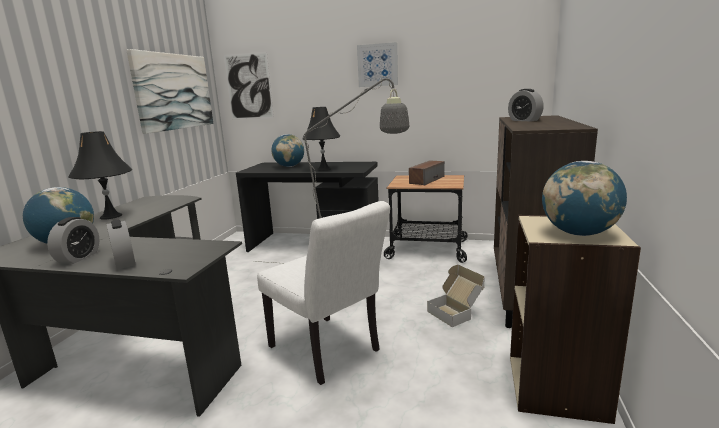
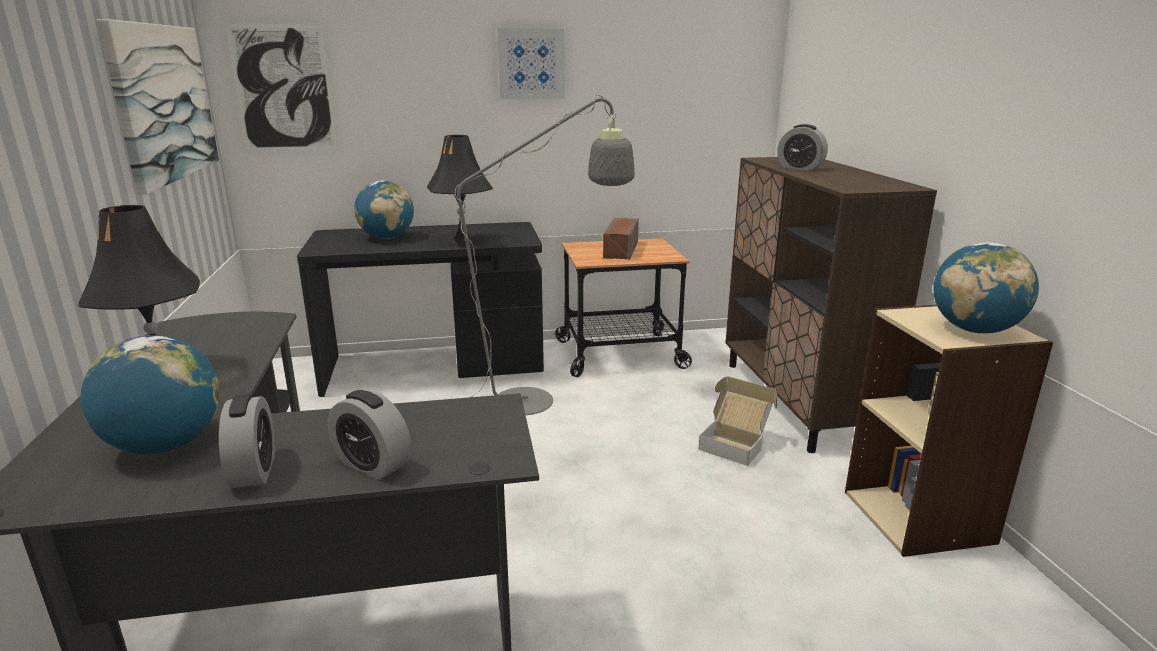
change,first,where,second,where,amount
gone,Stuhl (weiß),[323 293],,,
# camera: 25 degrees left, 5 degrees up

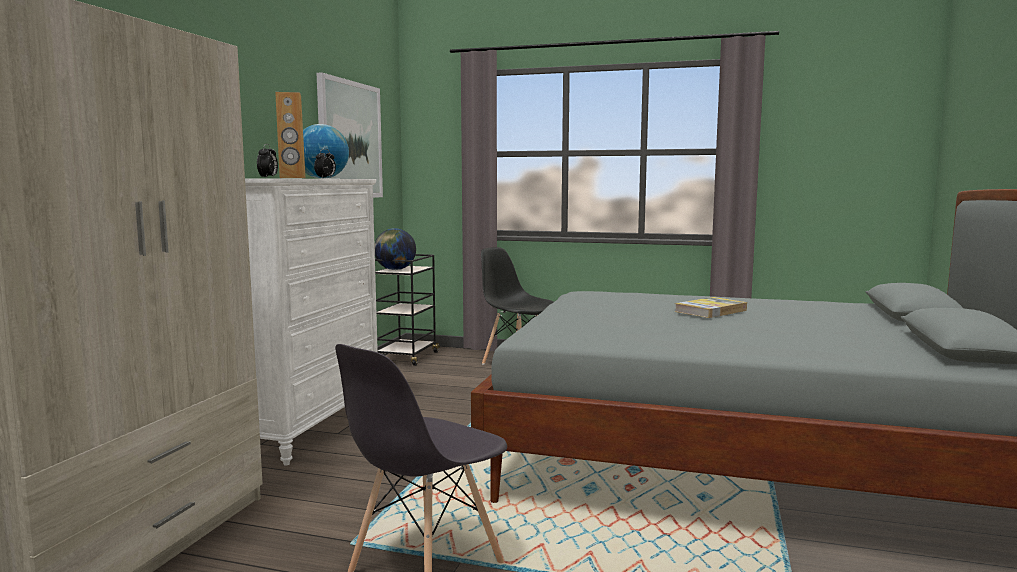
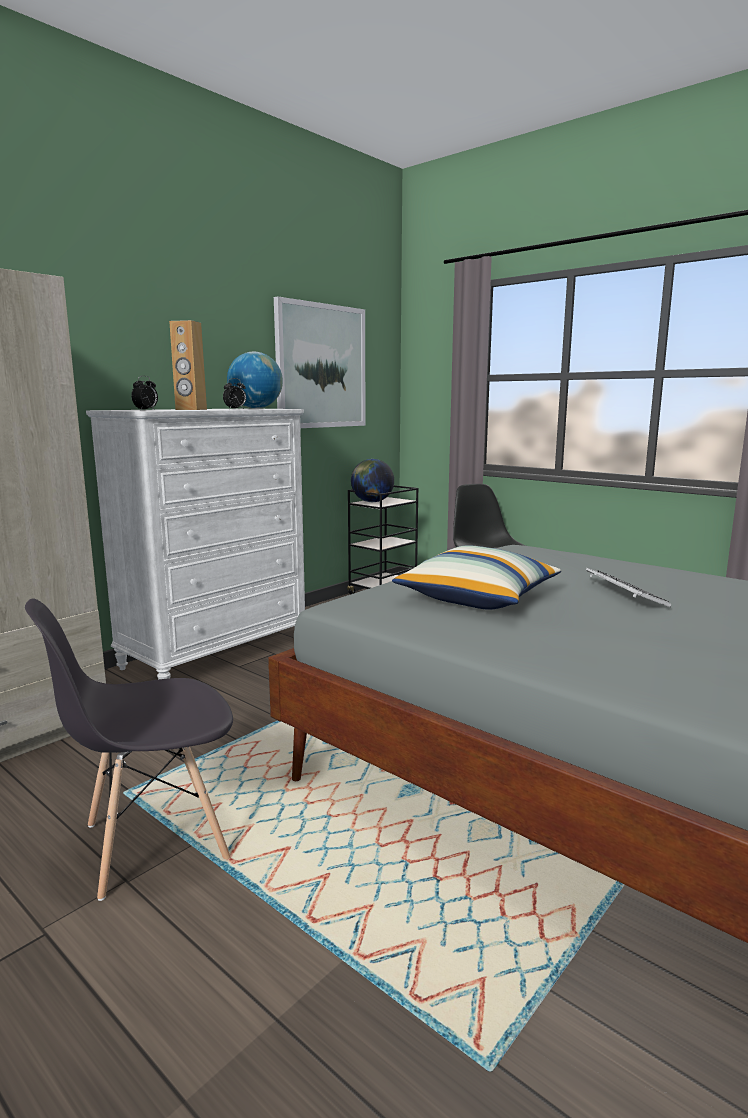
change,first,where,second,where,amount
new,,,Kissen,[476 577],
swapped,Buch,[711 307],Tastatur,[628 587],
# camera: 25 degrees right, 5 degrees up

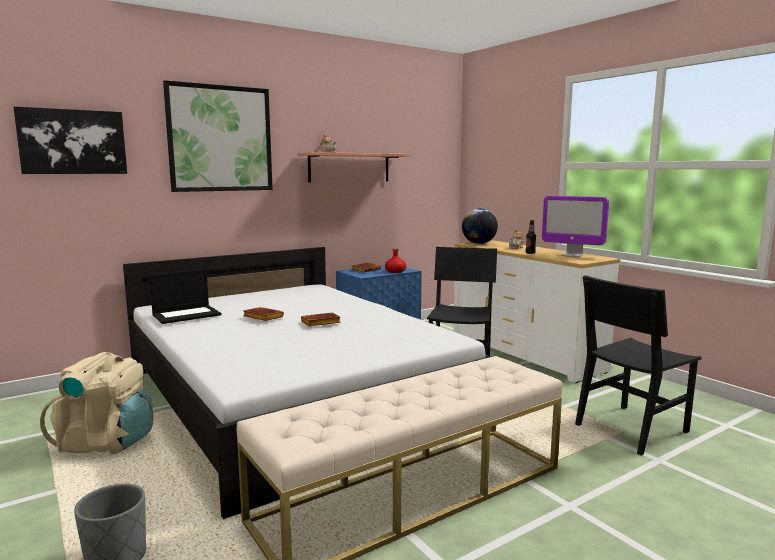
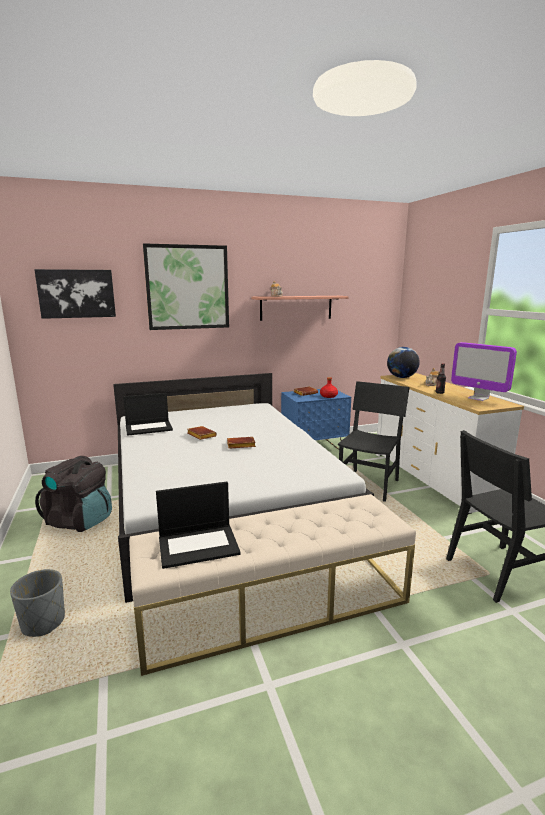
change,first,where,second,where,amount
new,,,Laptop,[198 525],
repainted,Rucksack (beige),[96 403],Rucksack (schwarz),[73 494],
# camera: 15 degrees right, 5 degrees up

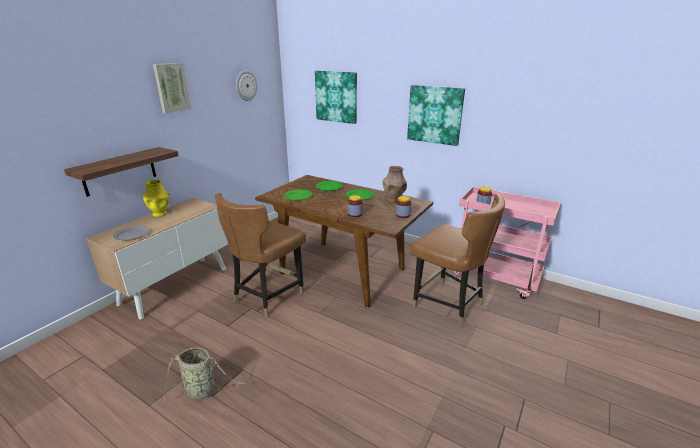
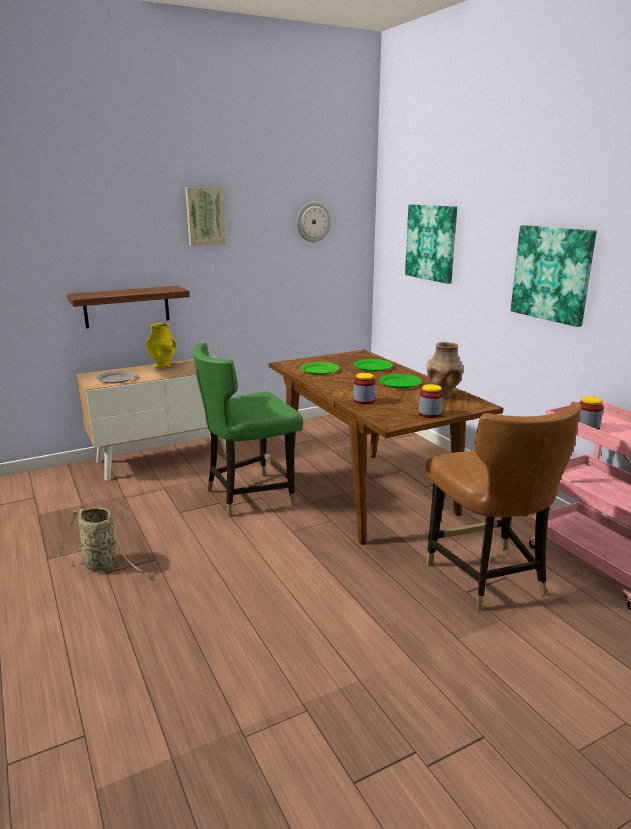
change,first,where,second,where,amount
repainted,Stuhl (braun),[260 255],Stuhl (grün),[247 429],
# camera: 30 degrees right, 5 degrees down

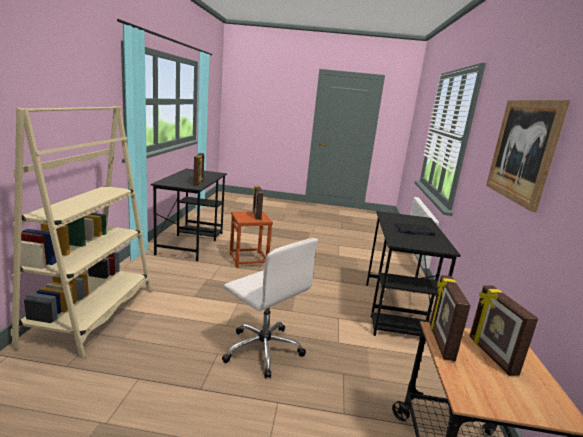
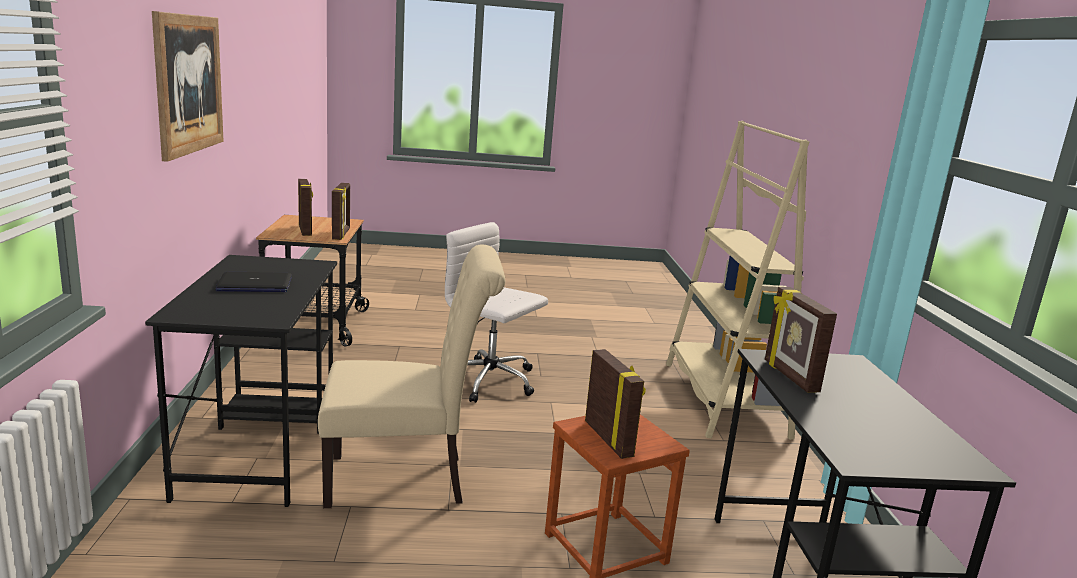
change,first,where,second,where,amount
new,,,Stuhl (beige),[411 376],
# camera: 170 degrees right, 0 degrees up

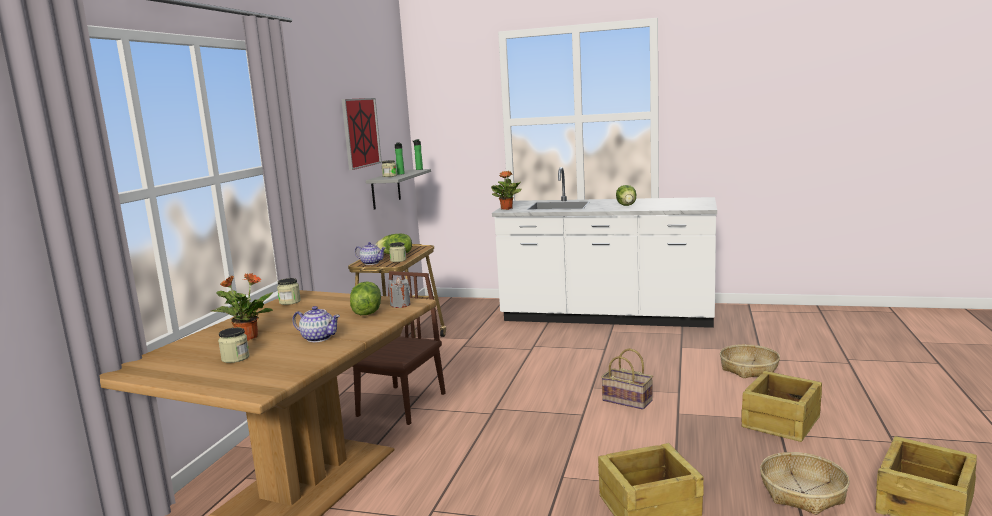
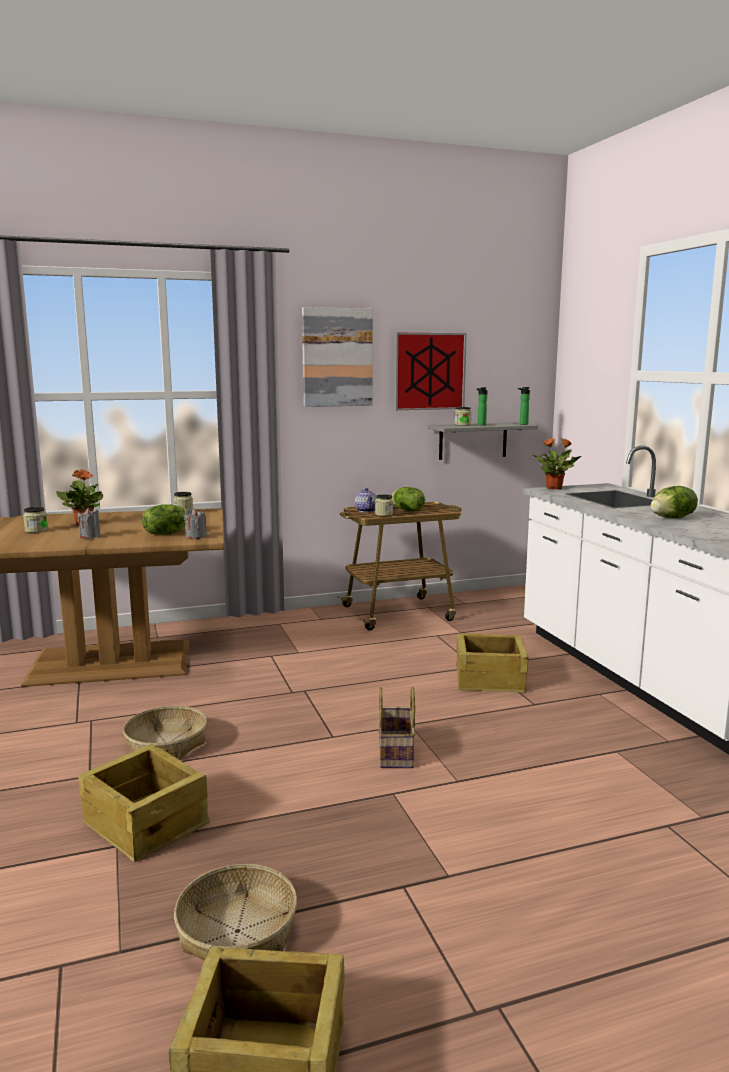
change,first,where,second,where,amount
gone,Stuhl (braun),[399 348],,,
new,,,Bild,[337 357],
shifted,Korb,[750 361],,[165 733],
shifted,Kiste,[781 406],,[492 663],
swapped,Teekanne,[316 324],Kerze (grau),[89 523],
# camera: 55 degrees right, 0 degrees up

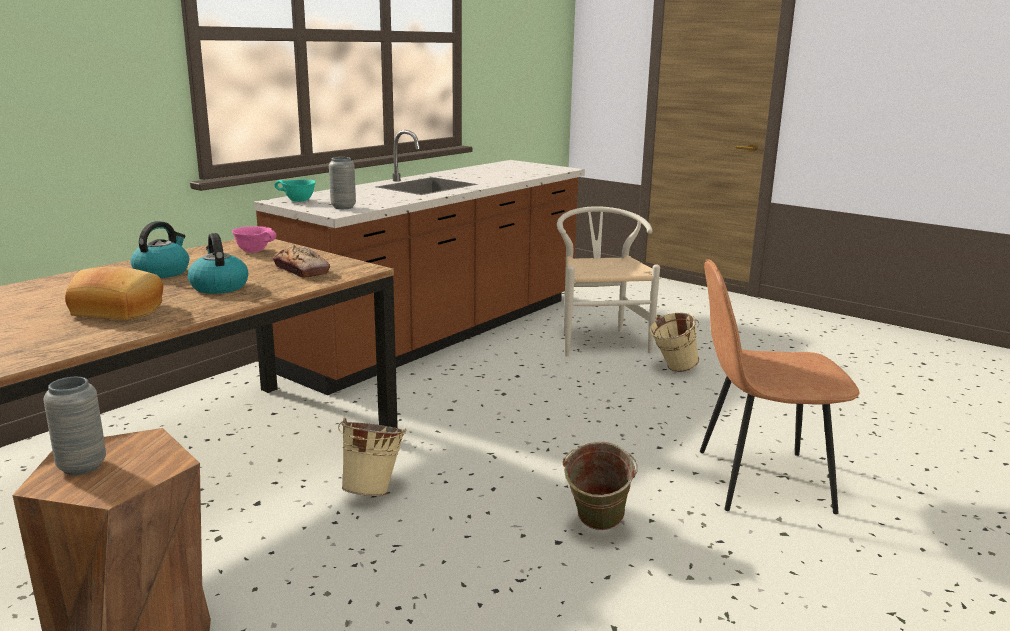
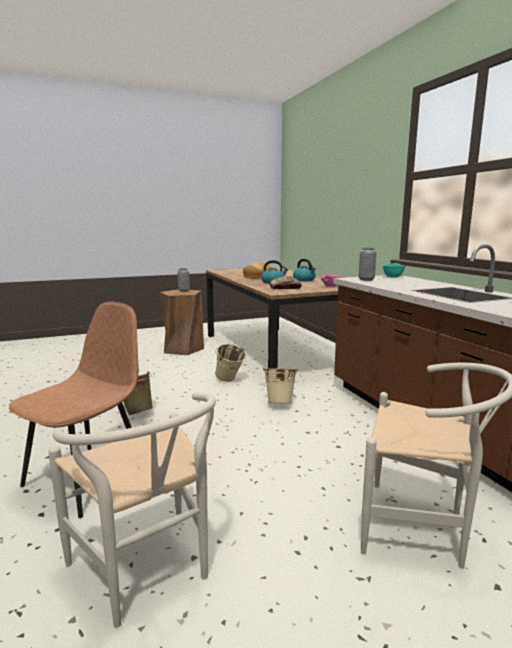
change,first,where,second,where,amount
new,,,Stuhl (weiß),[132 510],
shifted,Eimer (beige),[675 342],,[280 385],
# camera: 120 degrees right, 5 degrees down

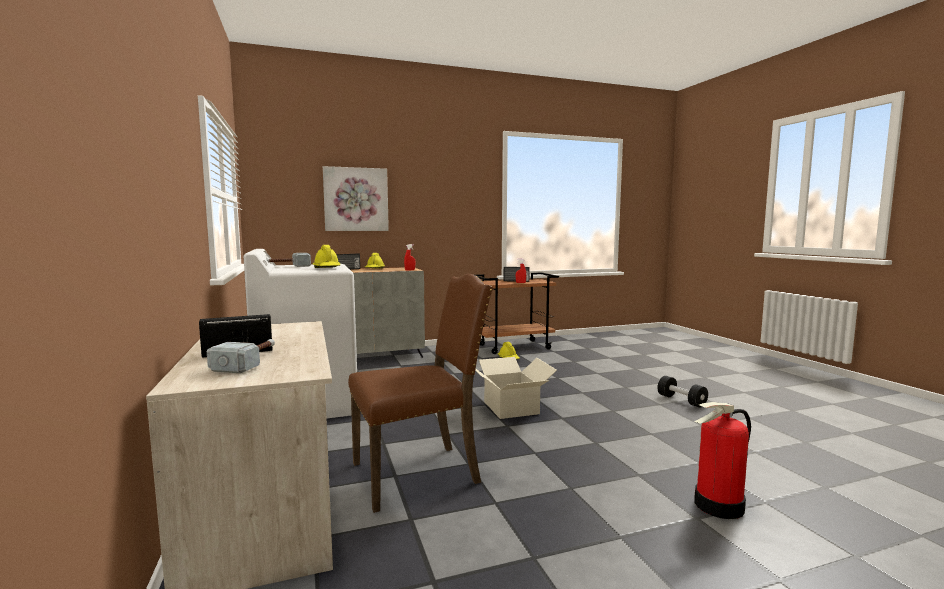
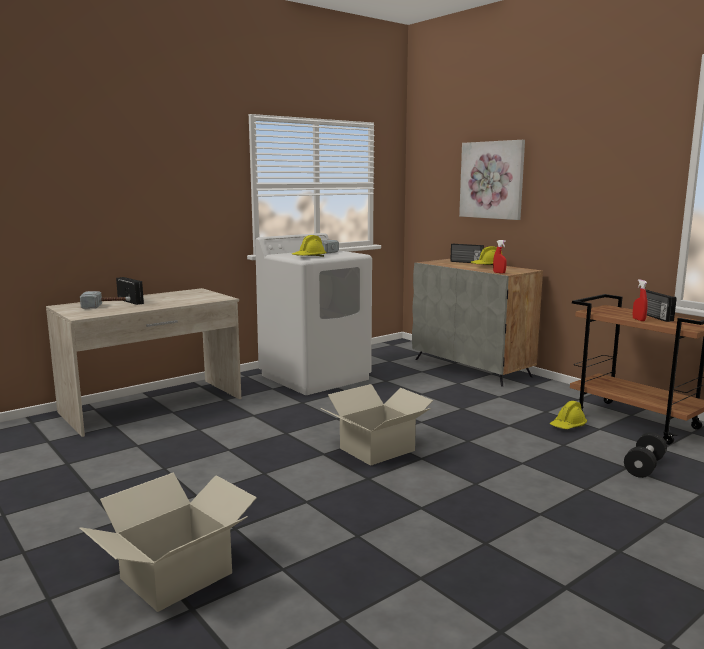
change,first,where,second,where,amount
gone,Stuhl (braun),[420 393],,,
shifted,Hantel (schwarz),[682 392],,[645 455],
swapped,Feuerlöscher,[722 460],Karton,[168 542],
# camera: 70 degrees right, 5 degrees up

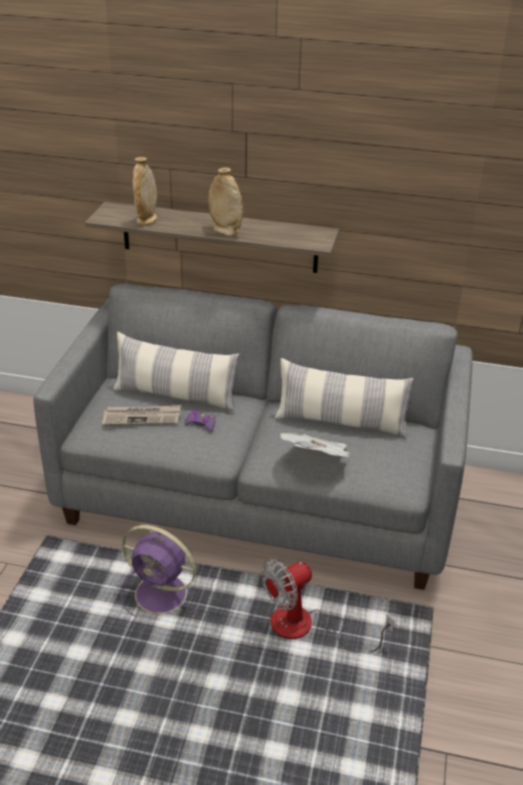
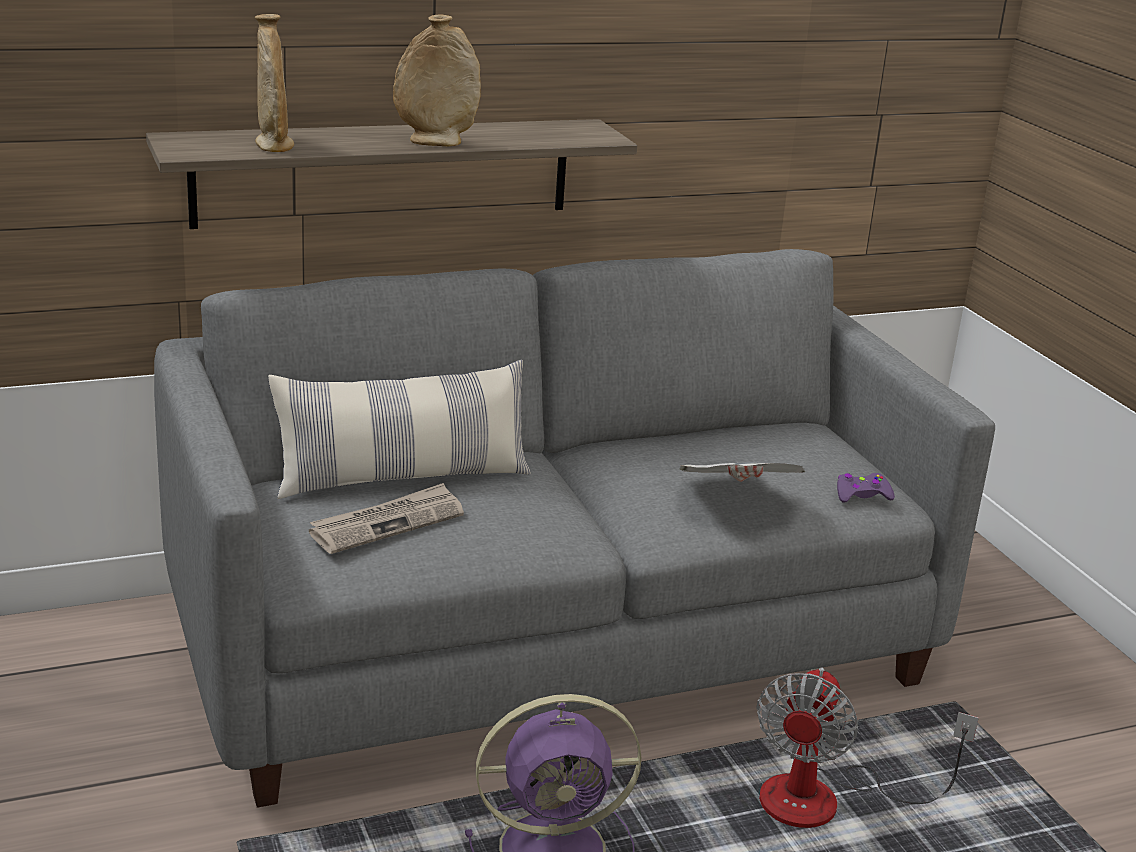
change,first,where,second,where,amount
gone,Kissen,[344 397],,,
shifted,Gamepad (lila),[199 420],,[866 488],
# camera: 35 degrees left, 10 degrees down

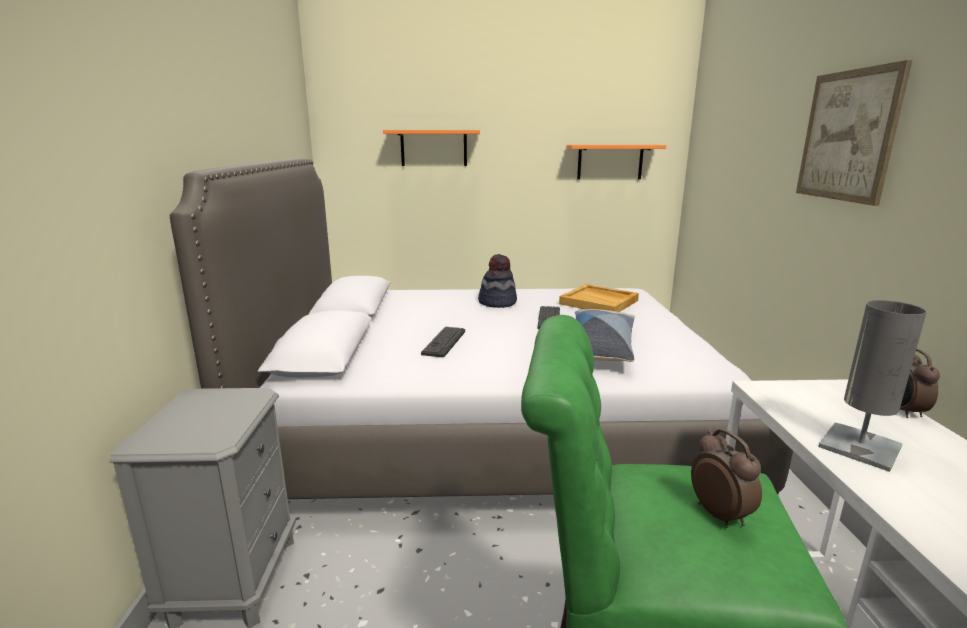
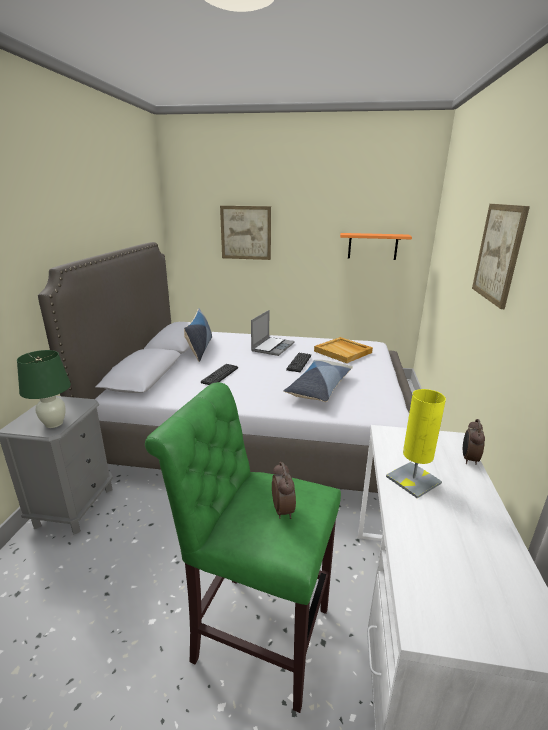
change,first,where,second,where,amount
new,,,Tischlampe (grün),[44 389],
new,,,Kissen,[198 335],
swapped,Wandregal (orange),[431 148],Bild,[245 233],
swapped,Hut,[497 281],Laptop,[273 333],
repainted,Tischlampe (grau),[872 386],Tischlampe (gelb),[416 444],
# camera: 10 degrees right, 5 degrees up

